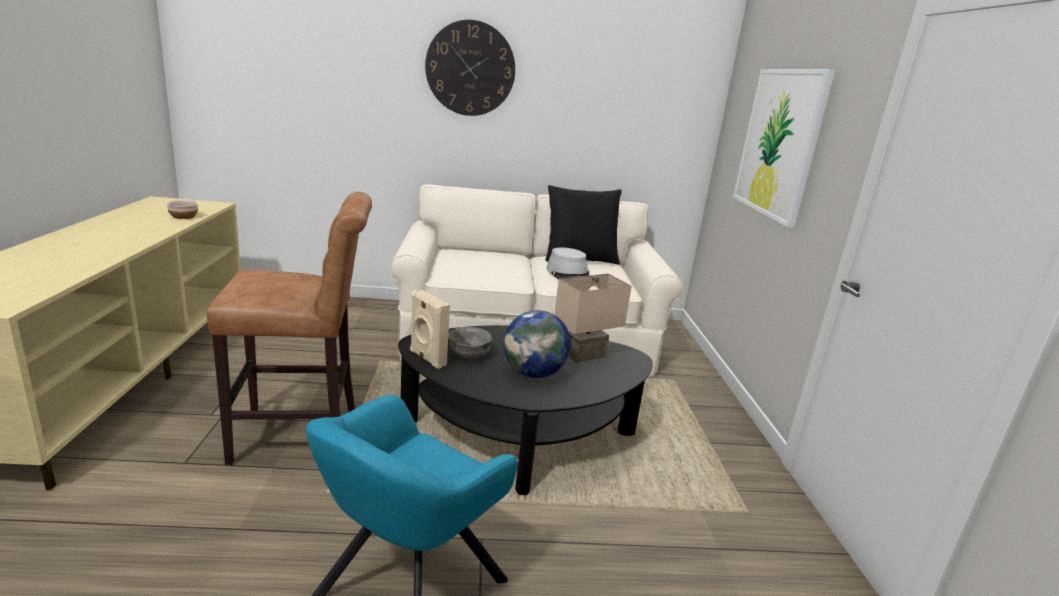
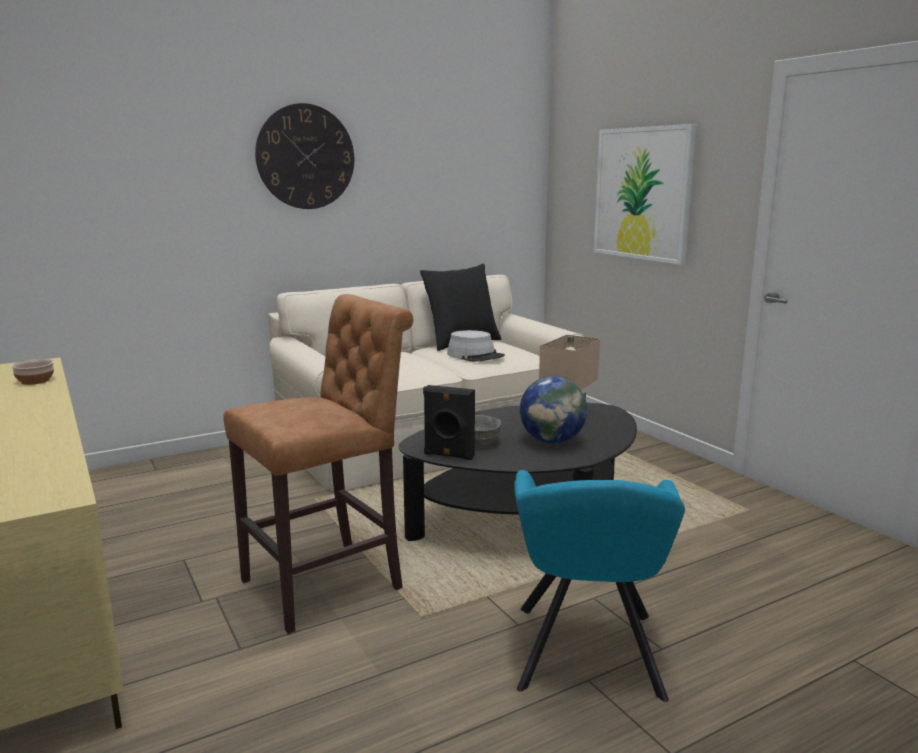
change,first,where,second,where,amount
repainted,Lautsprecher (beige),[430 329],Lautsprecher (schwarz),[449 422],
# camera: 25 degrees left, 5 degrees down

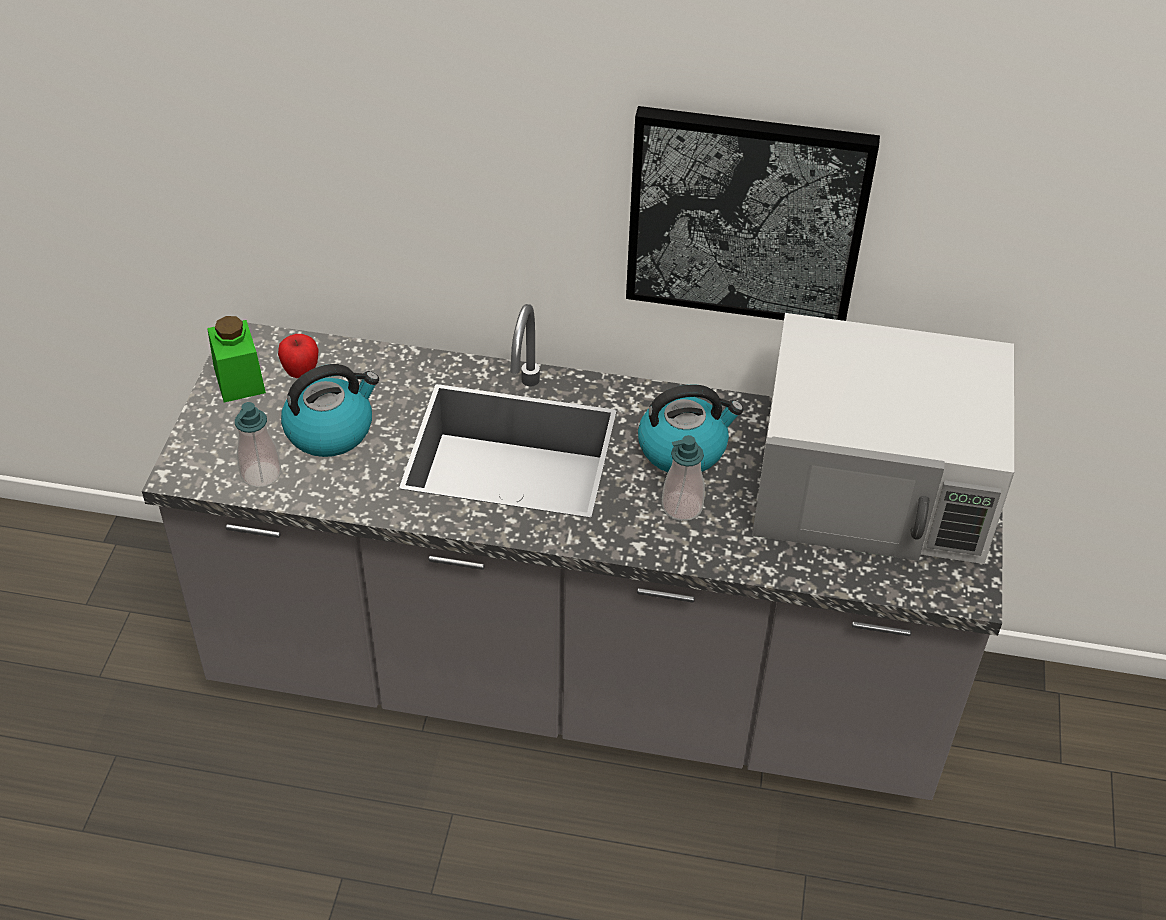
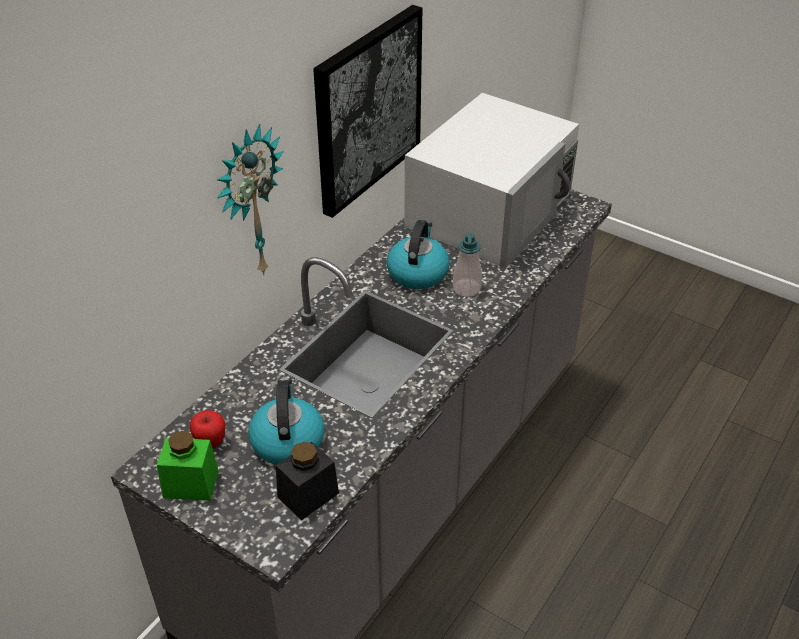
change,first,where,second,where,amount
new,,,Wanduhr,[250 200],
swapped,Seifenspender,[258 445],Vorratsglas (schwarz),[307 480],
# camera: 65 degrees left, 5 degrees down

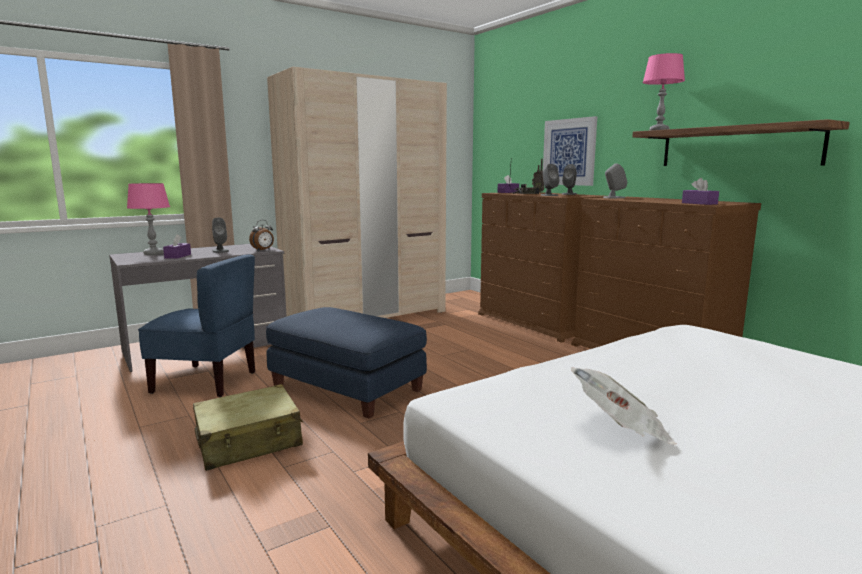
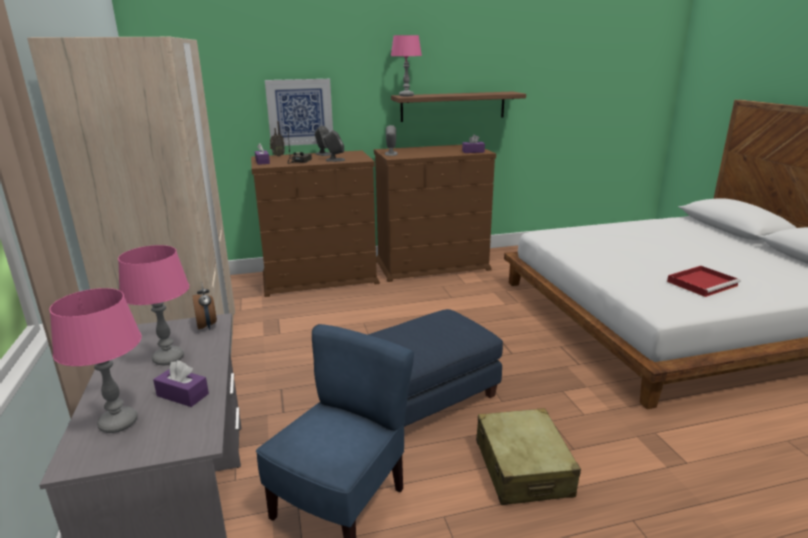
change,first,where,second,where,amount
swapped,Lautsprecher (grau),[220 235],Tischlampe (rosa),[153 305],
swapped,Zeitung,[623 406],Tablett (rot),[704 281],
# camera: 70 degrees left, 10 degrees up

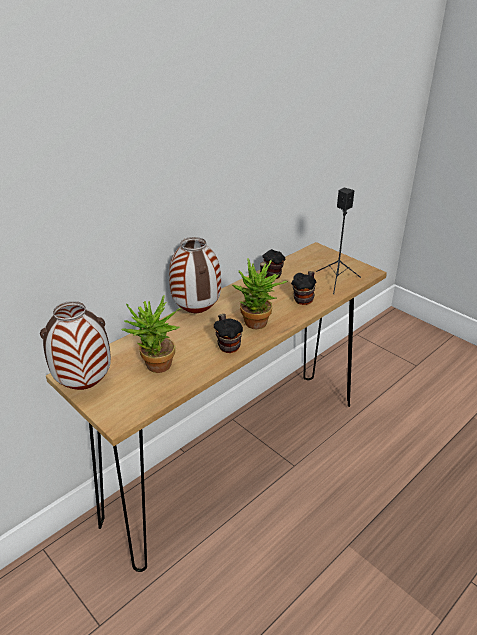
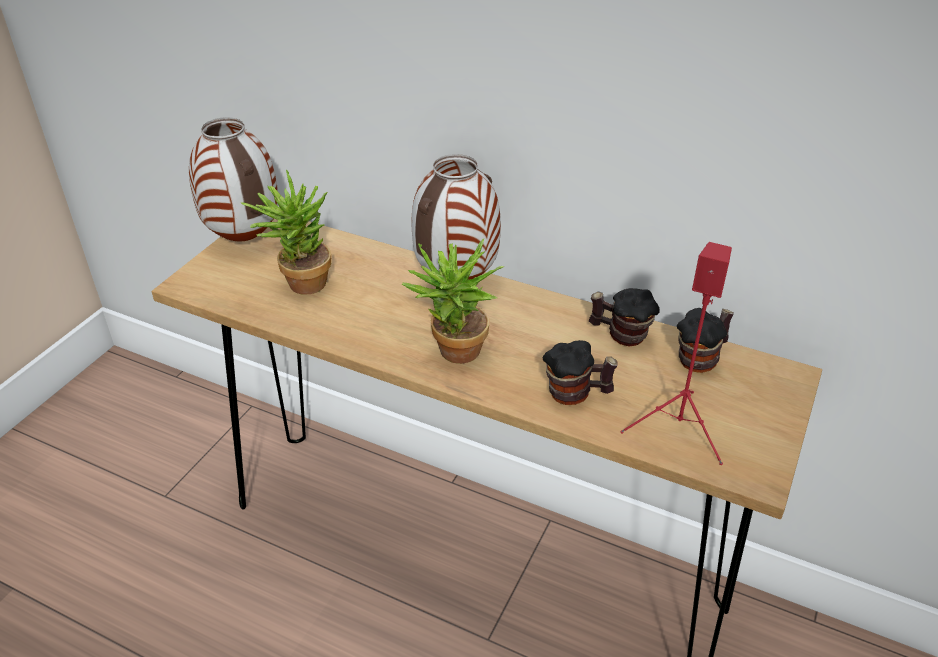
change,first,where,second,where,amount
shifted,Henkelbecher,[228 333],,[705 340],
repainted,Lautsprecher (schwarz),[338 240],Lautsprecher (rot),[676 353],
# camera: 70 degrees right, 5 degrees up

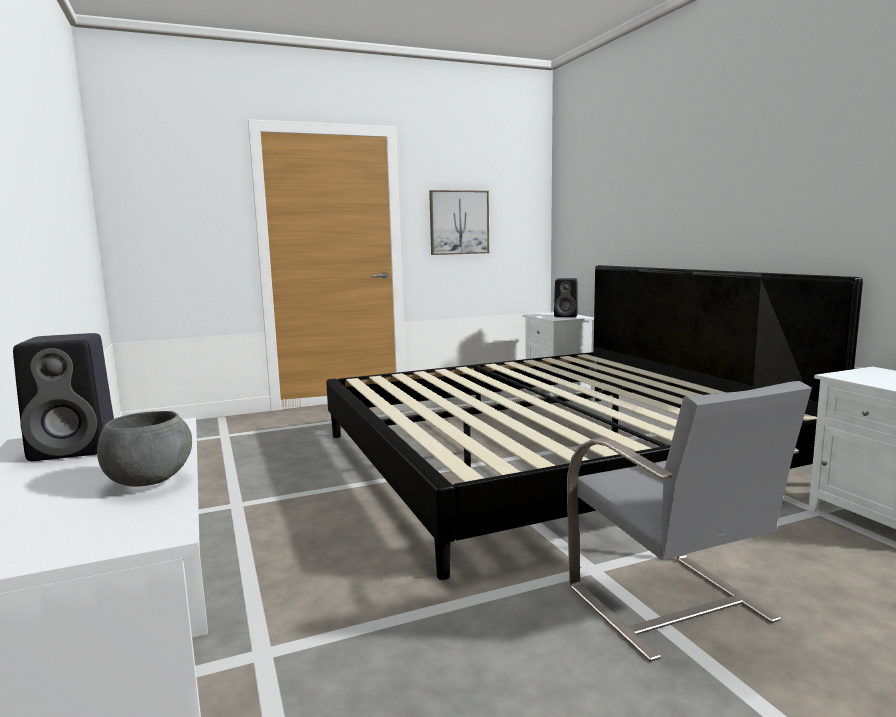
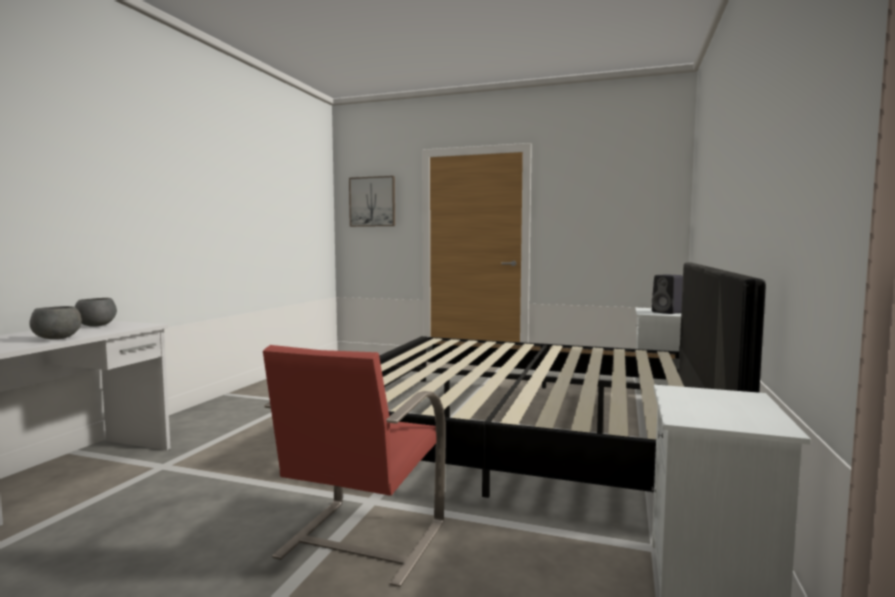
change,first,where,second,where,amount
shifted,Bild,[459 222],,[372 201],
swapped,Lautsprecher (schwarz),[63 397],Schüssel (grau),[96 312],
repainted,Stuhl (grau),[689 521],Stuhl (rot),[354 466],
# camera: 40 degrees right, 5 degrees down

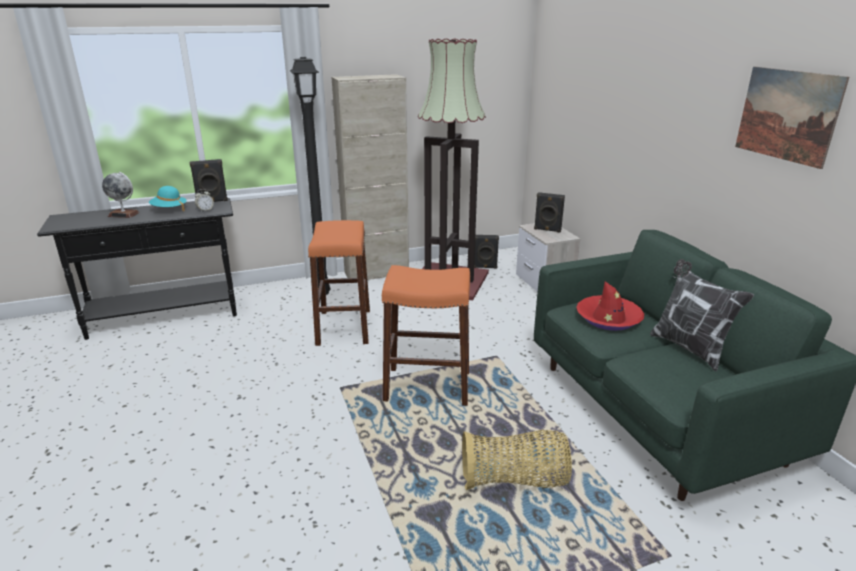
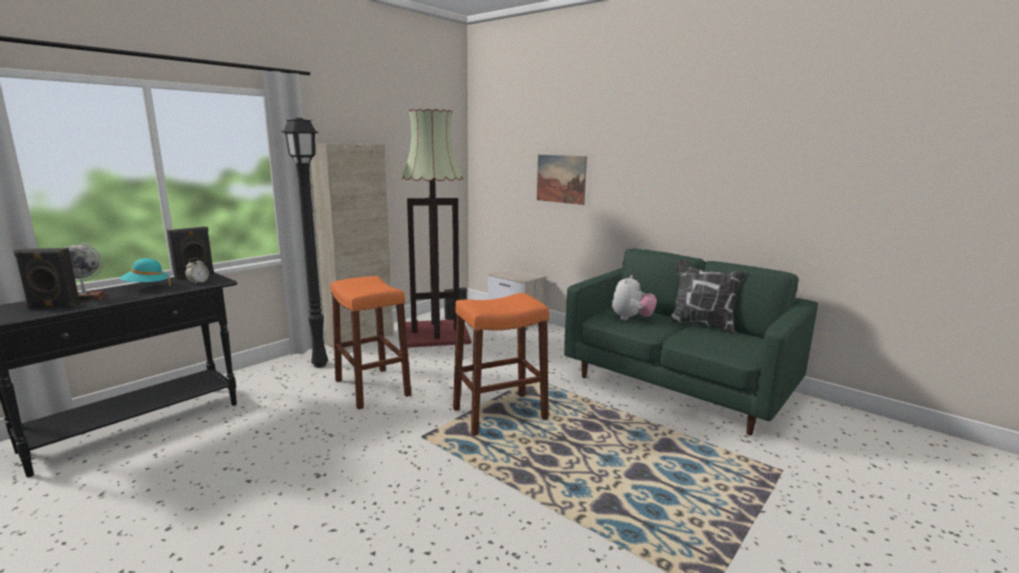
change,first,where,second,where,amount
gone,Korb,[517 460],,,
shifted,Lautsprecher (schwarz),[549 212],,[46 278],
shifted,Bild,[792 118],,[562 180],
swapped,Hut (rot),[610 306],Plüschtier,[634 297],
# camera: 30 degrees left, 10 degrees down

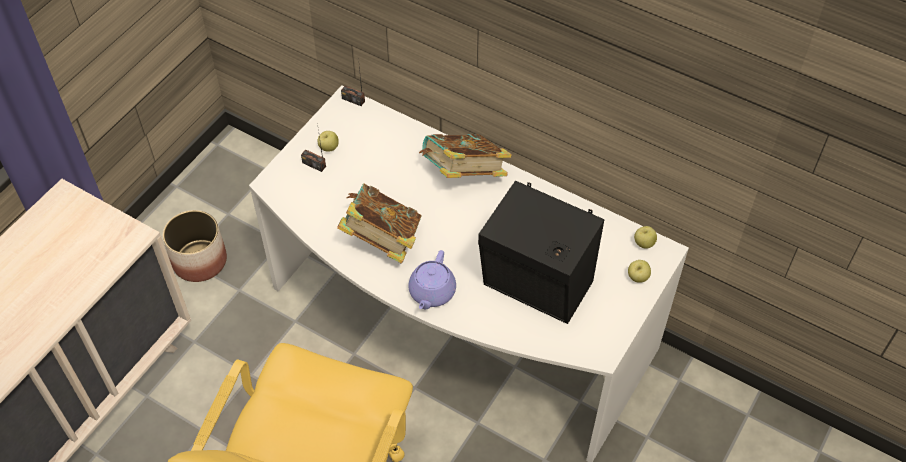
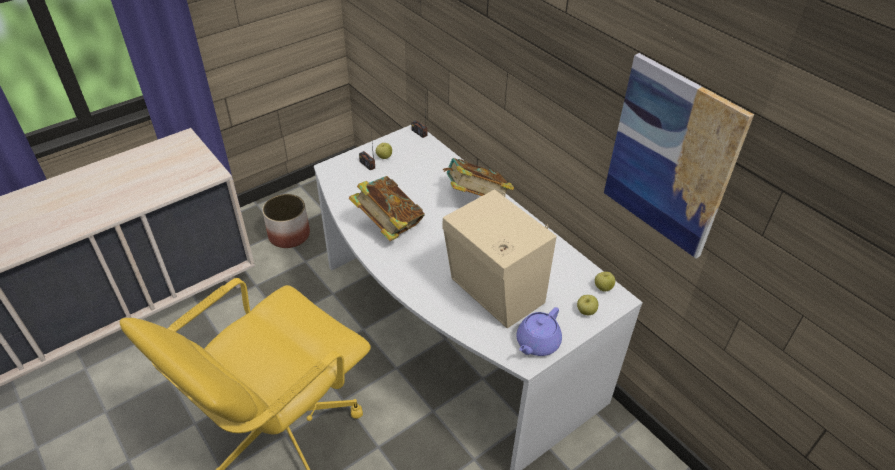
change,first,where,second,where,amount
new,,,Bild,[679 155],
shifted,Teekanne (lila),[432 279],,[539 331],
repainted,Lautsprecher (schwarz),[541 252],Lautsprecher (beige),[500 259],
# camera: 20 degrees right, 10 degrees down

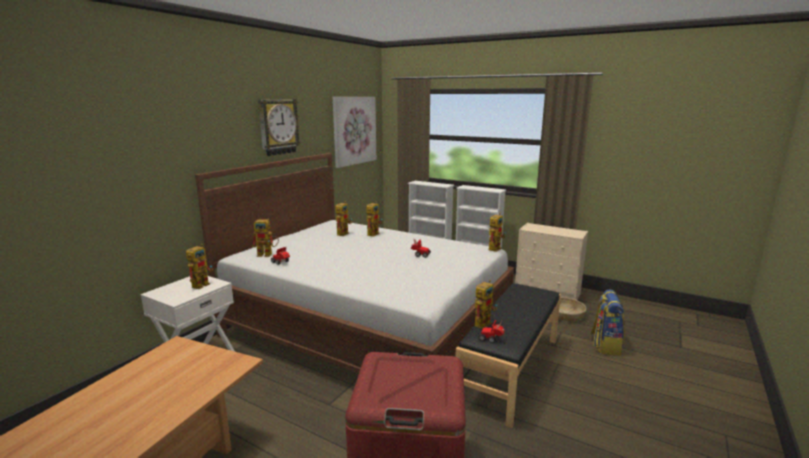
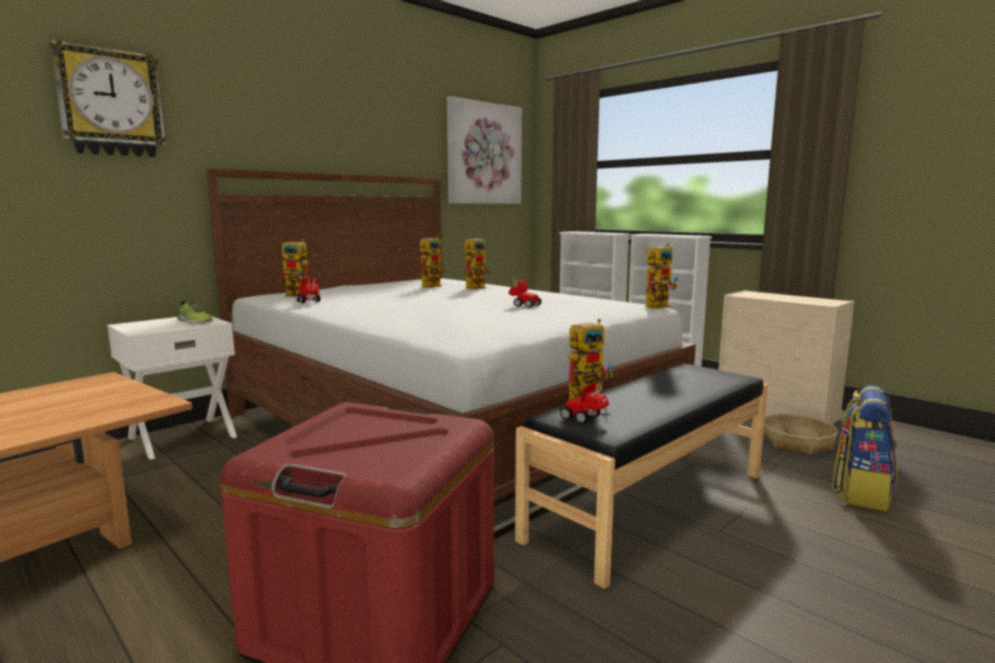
change,first,where,second,where,amount
shifted,Wanduhr,[279 127],,[108 98],
swapped,Spielzeugroboter,[199 266],Schuh,[195 311],
# camera: 15 degrees right, 5 degrees down

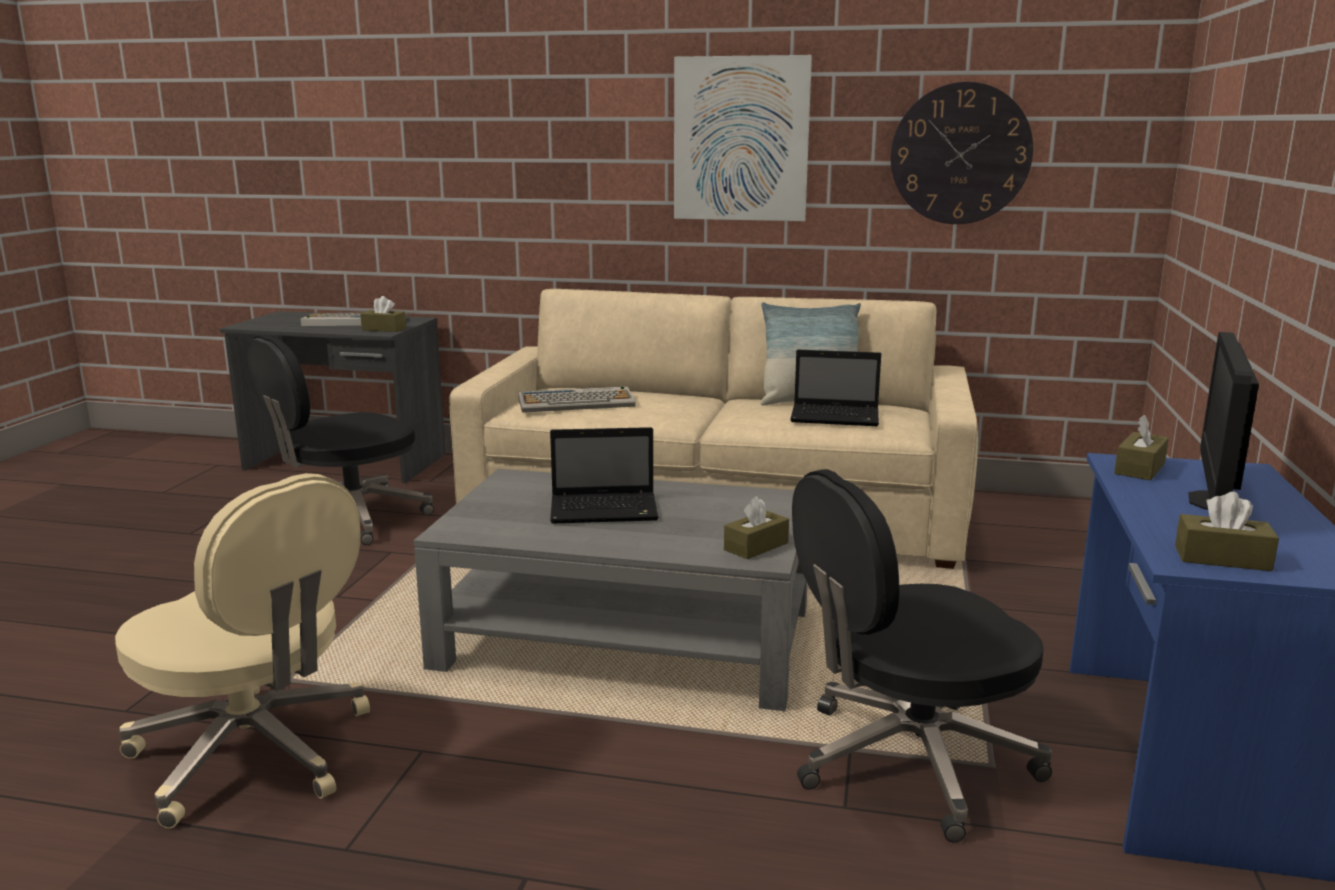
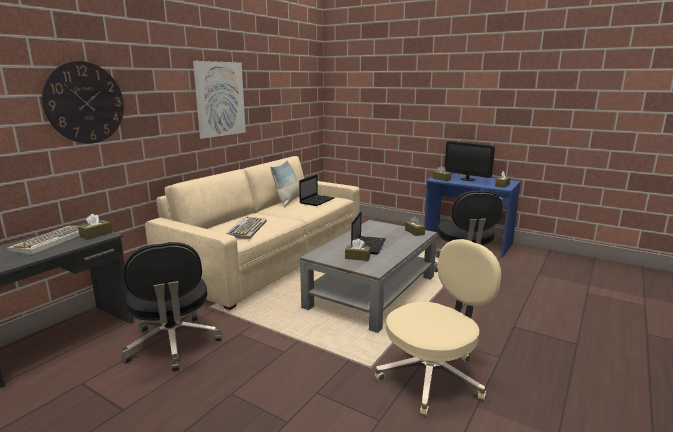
change,first,where,second,where,amount
new,,,Taschentuchbox (braun),[357 249],
shifted,Wanduhr,[962 153],,[83 102],
# camera: 70 degrees left, 0 degrees up

